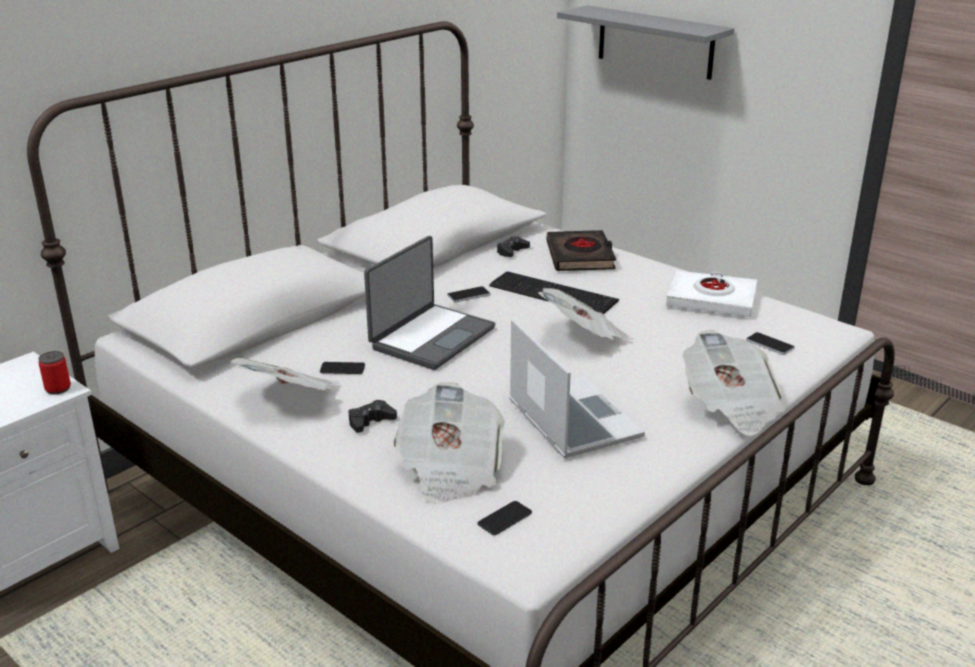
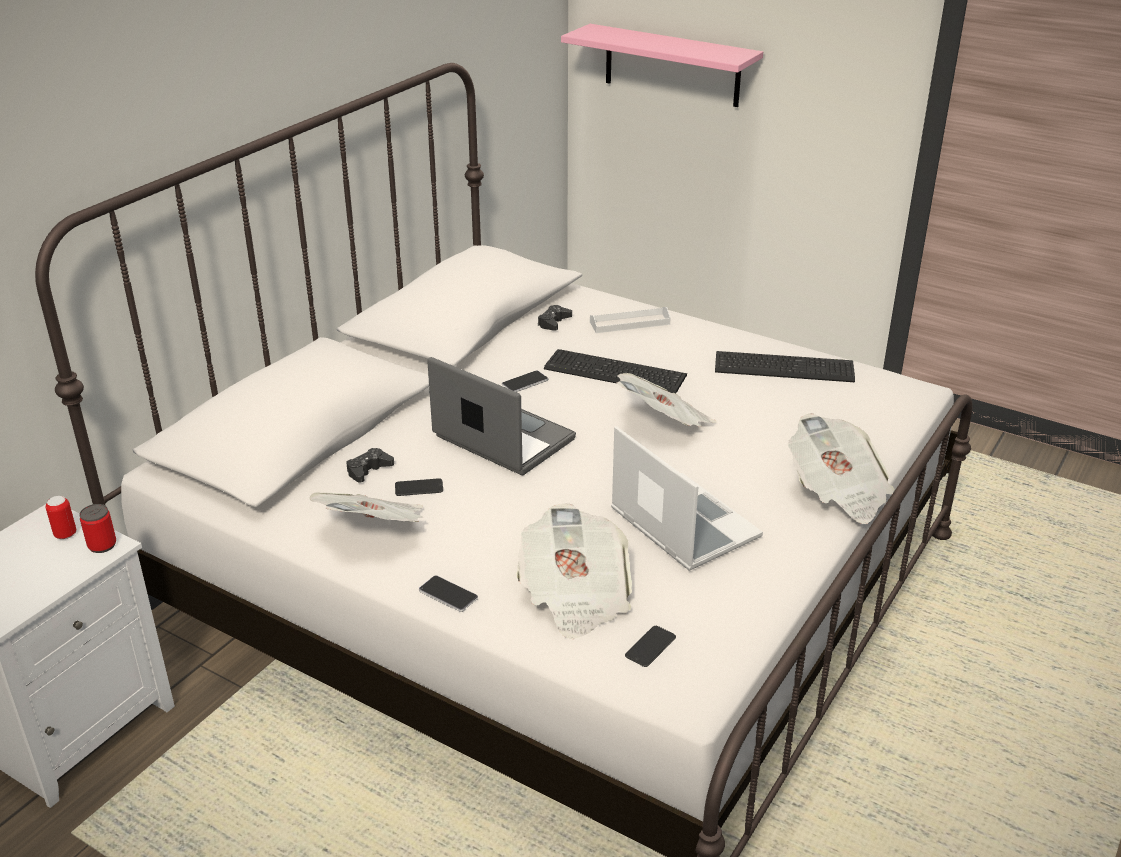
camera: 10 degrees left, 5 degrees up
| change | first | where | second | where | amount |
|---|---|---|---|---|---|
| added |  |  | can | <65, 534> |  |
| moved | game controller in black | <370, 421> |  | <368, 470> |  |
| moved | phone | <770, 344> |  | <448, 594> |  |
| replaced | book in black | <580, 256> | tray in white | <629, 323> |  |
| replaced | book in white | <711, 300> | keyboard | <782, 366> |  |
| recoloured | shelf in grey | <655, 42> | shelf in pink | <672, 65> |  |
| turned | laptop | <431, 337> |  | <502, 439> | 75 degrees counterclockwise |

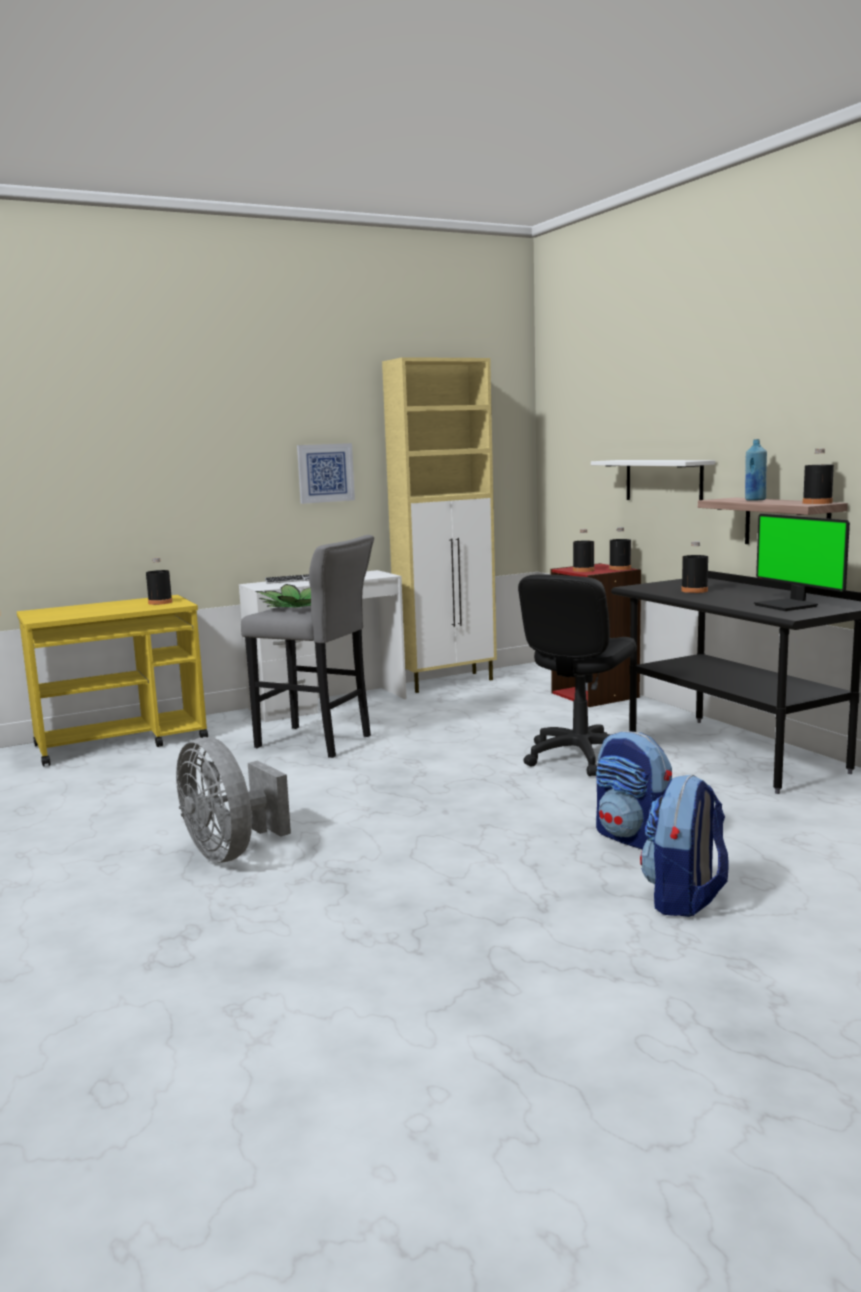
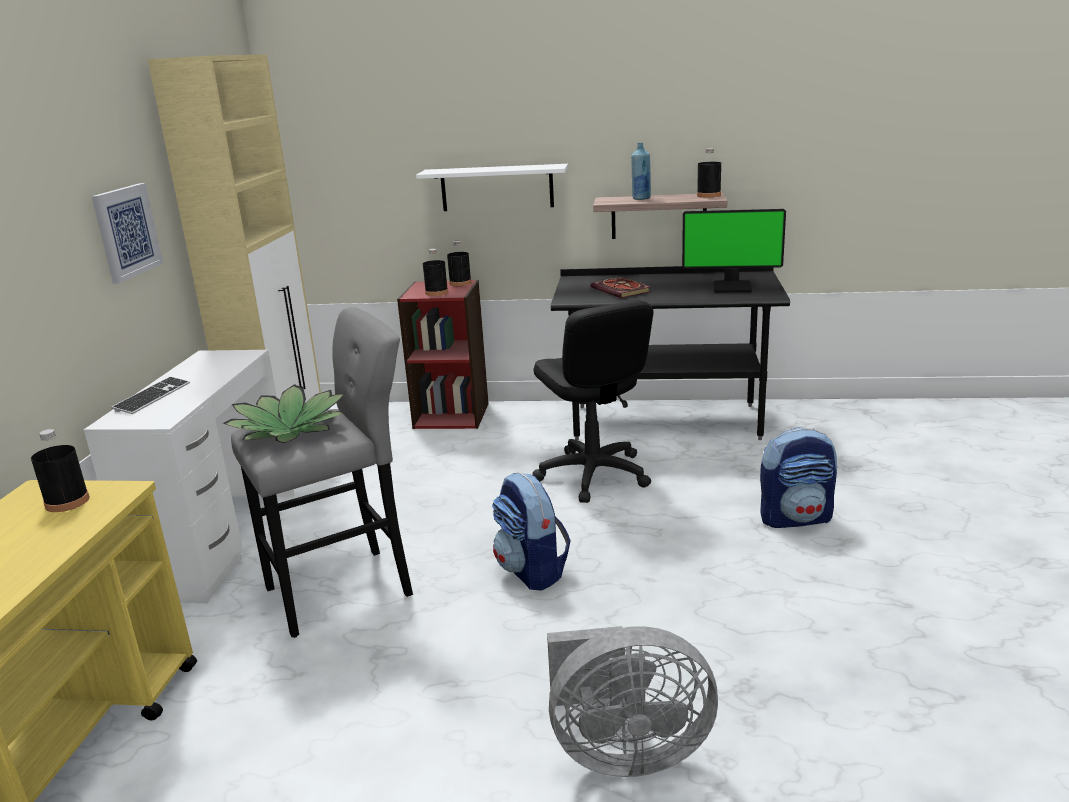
camera: 55 degrees left, 10 degrees up
| change | first | where | second | where | amount |
|---|---|---|---|---|---|
| moved | backpack | <684, 899> |  | <532, 571> |  |
| replaced | bottle in black | <694, 590> | book | <622, 290> |  |

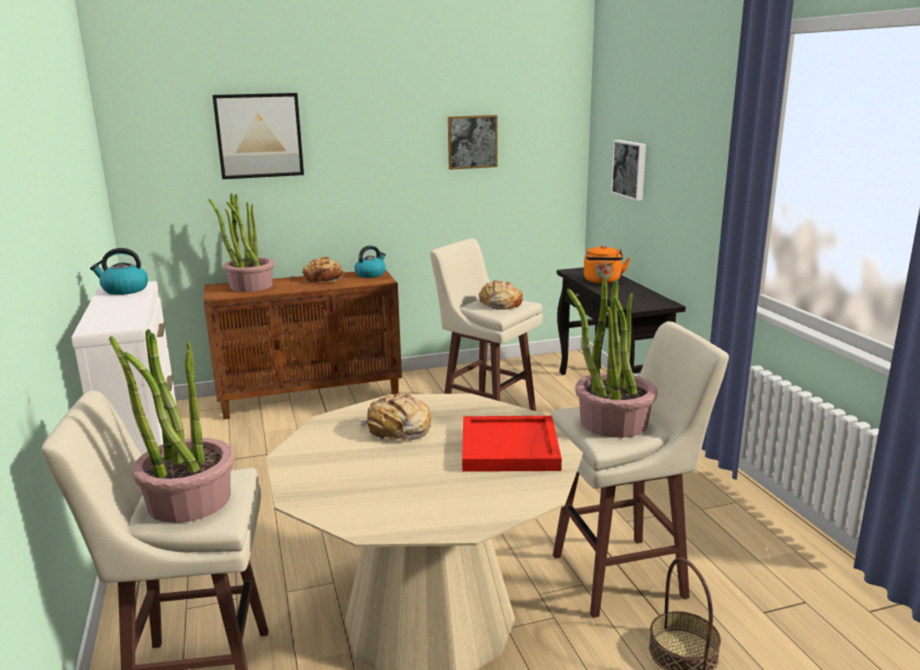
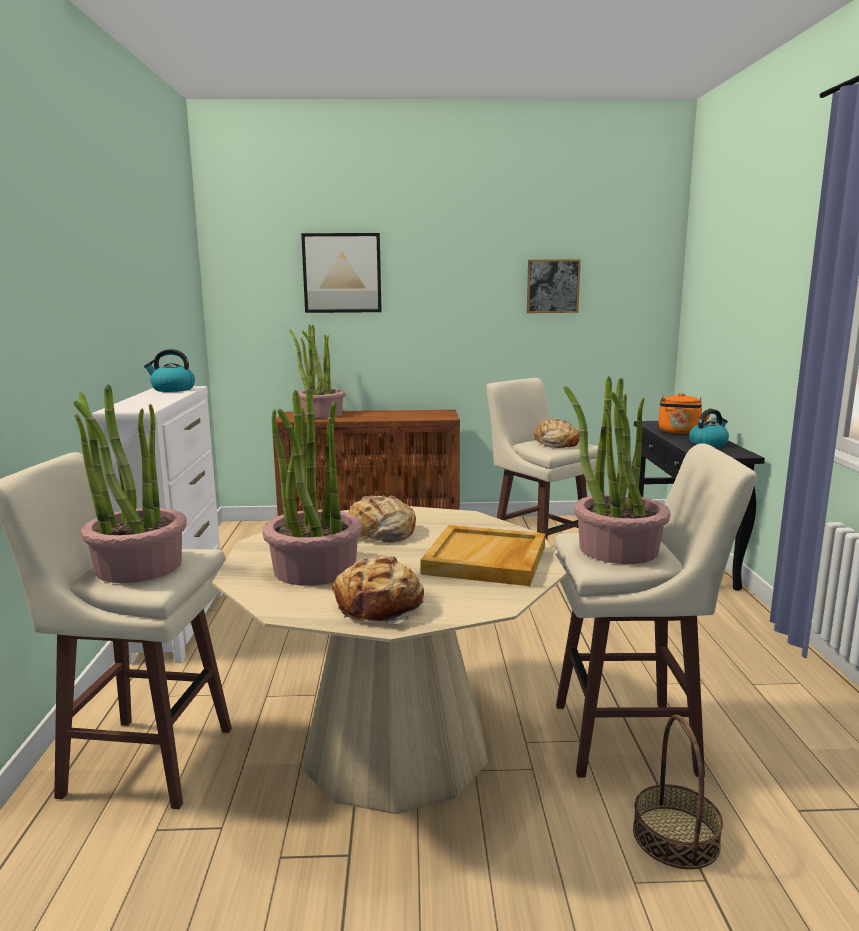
camera: 15 degrees right, 5 degrees down
| change | first | where | second | where | amount |
|---|---|---|---|---|---|
| removed | picture | <630, 169> |  |  |  |
| added |  |  | potted plant | <314, 569> |  |
| moved | bread | <324, 279> |  | <380, 606> |  |
| moved | kettle | <371, 274> |  | <708, 444> |  |
| recoloured | tray in red | <510, 448> | tray in beige | <486, 560> |  |

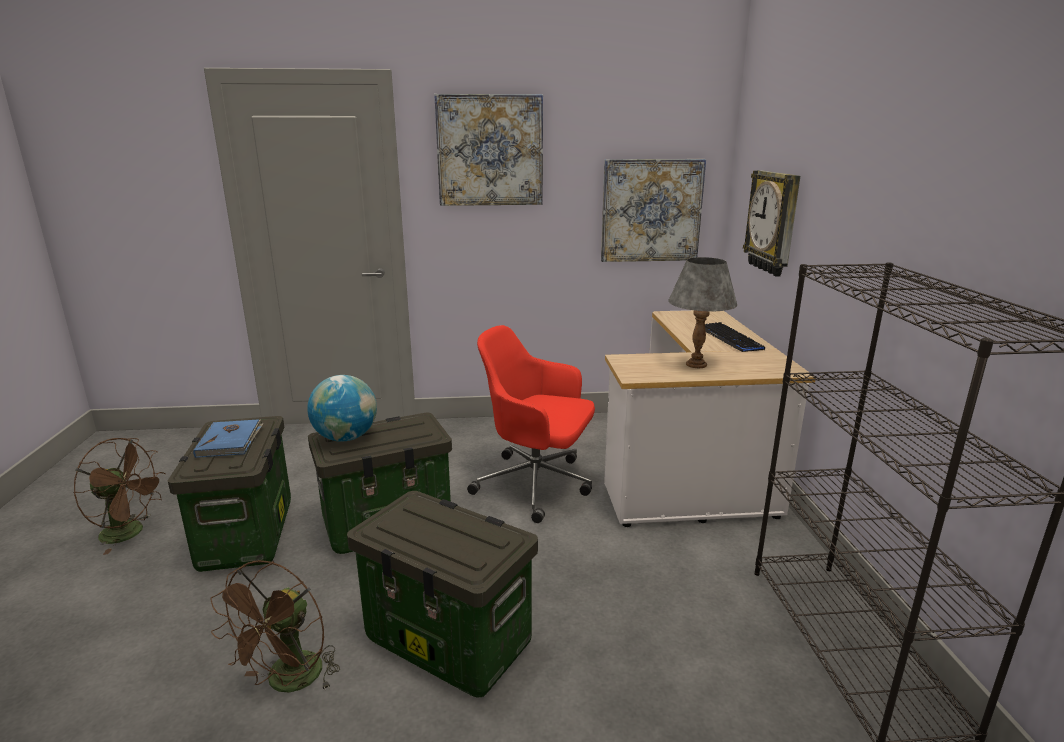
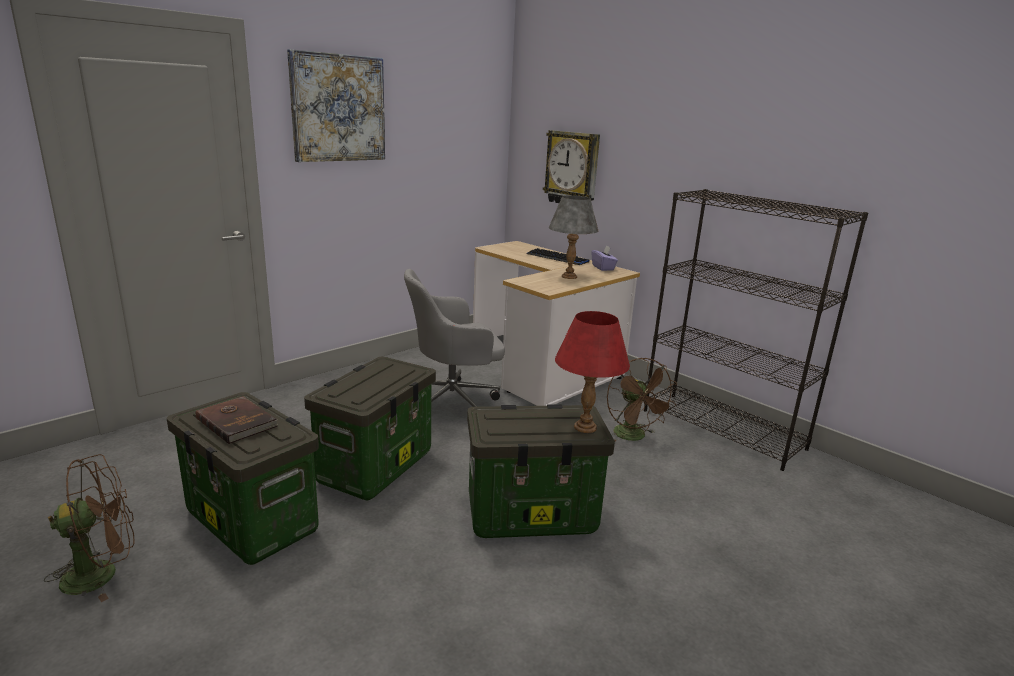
camera: 40 degrees left, 0 degrees up
| change | first | where | second | where | amount |
|---|---|---|---|---|---|
| removed | globe | <346, 437> |  |  |  |
| removed | picture | <651, 210> |  |  |  |
| added |  |  | table lamp in red | <585, 427> |  |
| added |  |  | tissue box in purple | <603, 268> |  |
| moved | fan in brown | <289, 683> |  | <634, 437> |  |
| recoloured | book in blue | <230, 441> | book in brown | <237, 422> |  |
| recoloured | office chair in red | <536, 484> | office chair in grey | <453, 403> |  |

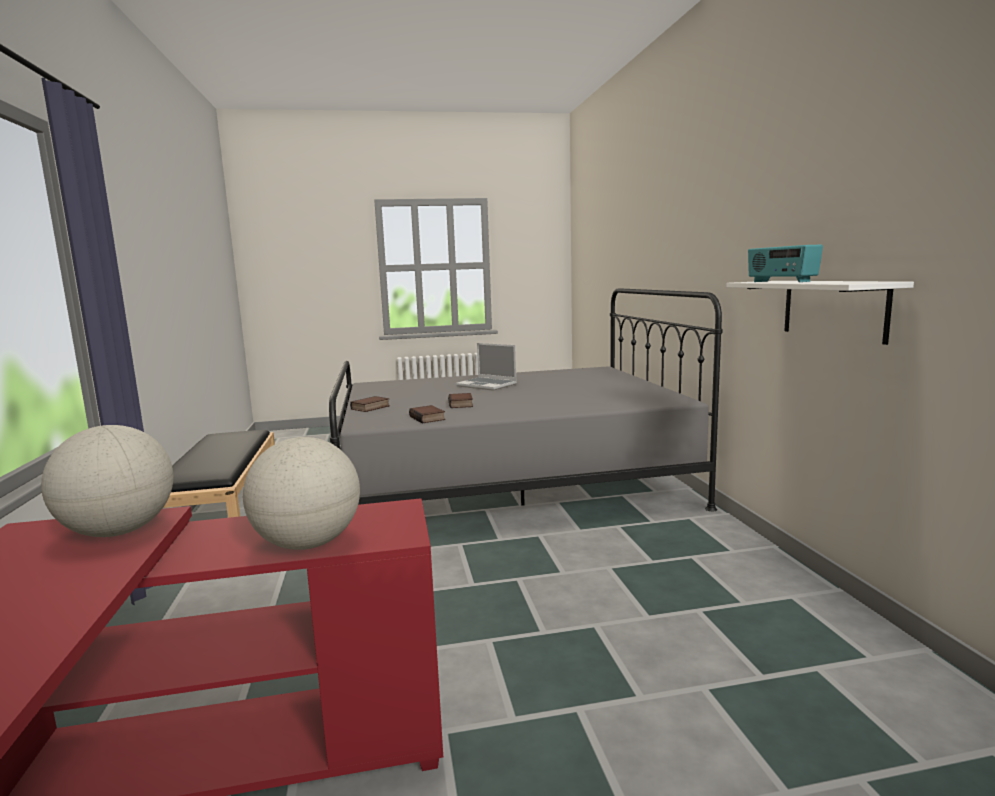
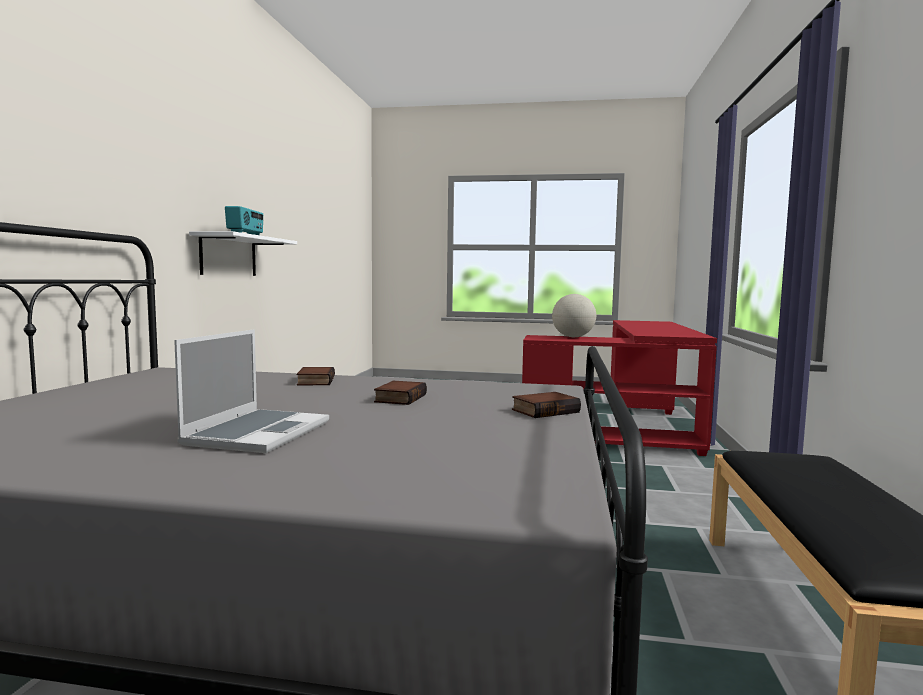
camera: 160 degrees left, 5 degrees down
| change | first | where | second | where | amount |
|---|---|---|---|---|---|
| removed | globe | <119, 532> |  |  |  |
| moved | book | <428, 418> |  | <314, 381> |  |
| turned | laptop | <487, 385> |  | <258, 433> | 45 degrees clockwise |

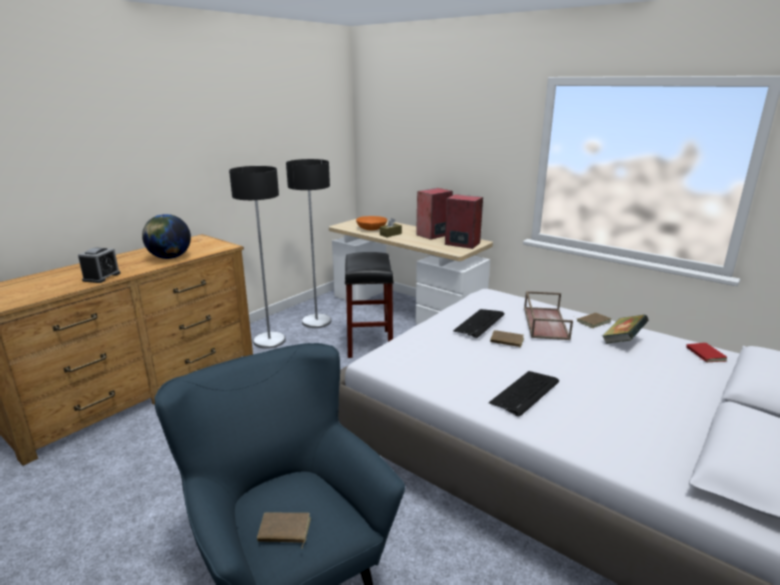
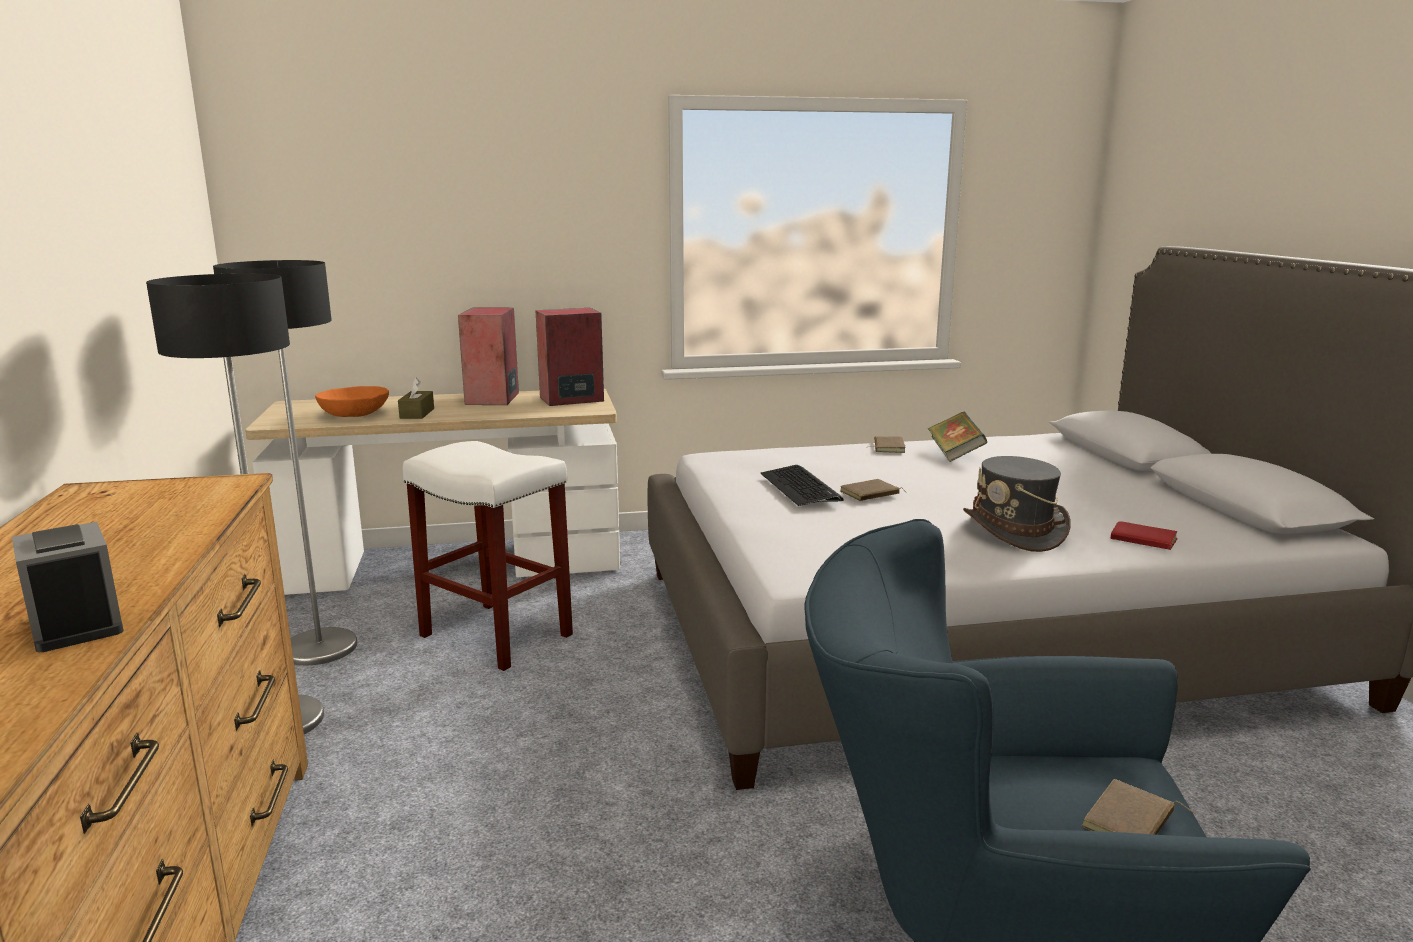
camera: 50 degrees left, 5 degrees down
| change | first | where | second | where | amount |
|---|---|---|---|---|---|
| removed | globe | <170, 257> |  |  |  |
| removed | tray in brown | <544, 322> |  |  |  |
| moved | book in red | <704, 354> |  | <1142, 540> |  |
| replaced | keyboard | <525, 393> | hat in grey | <1014, 531> |  |
| recoloured | stool in black | <369, 343> | stool in white | <494, 635> |  |

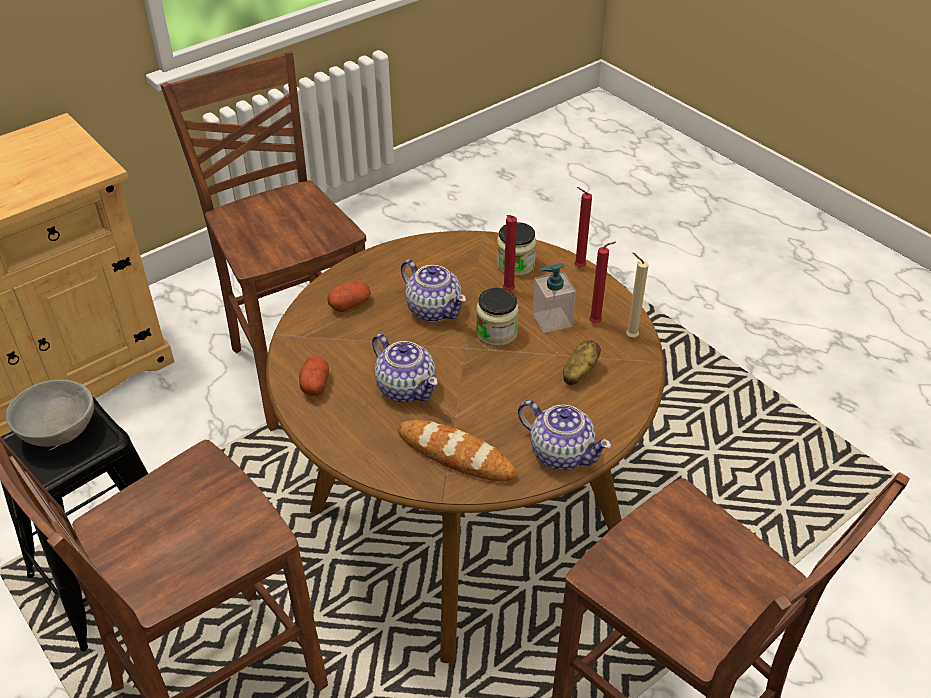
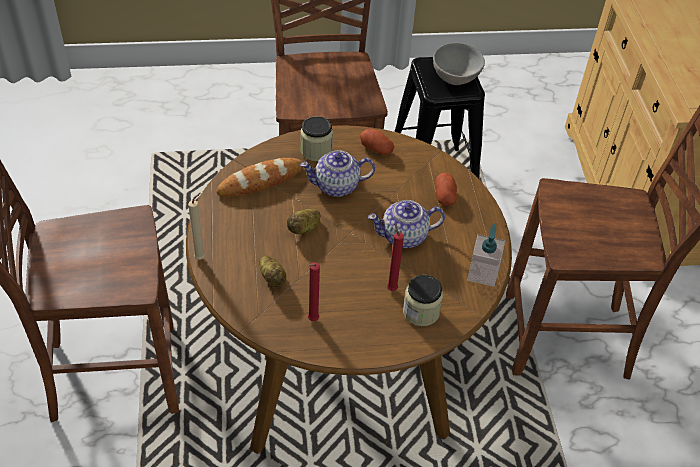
camera: 120 degrees right, 5 degrees up
| change | first | where | second | where | amount |
|---|---|---|---|---|---|
| removed | teapot | <561, 452> |  |  |  |
| removed | candle in red | <577, 267> |  |  |  |
| added |  |  | potato | <304, 229> |  |
| moved | jar | <496, 333> |  | <316, 151> |  |
| moved | soap dispenser | <552, 320> |  | <482, 273> |  |
| moved | candle in beige | <629, 336> |  | <201, 257> |  |

